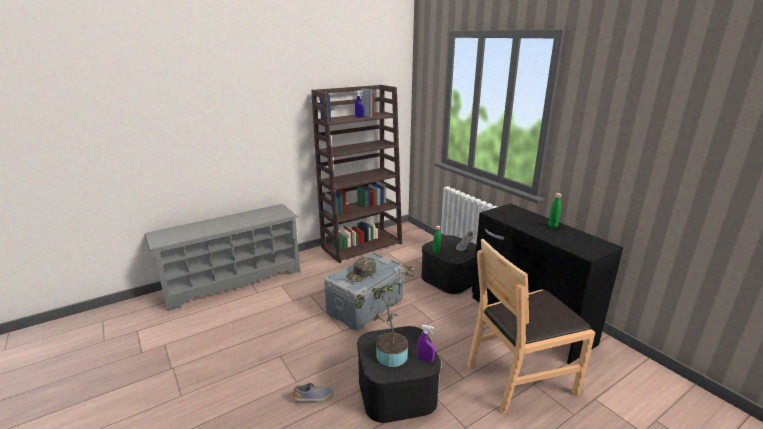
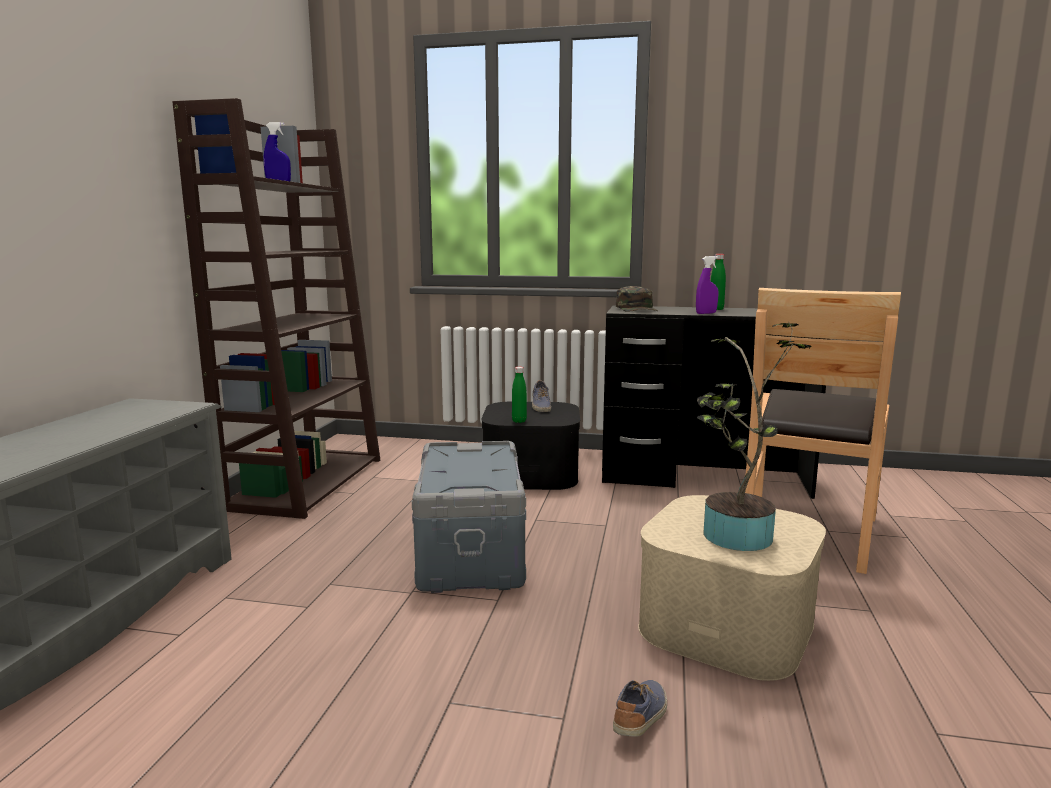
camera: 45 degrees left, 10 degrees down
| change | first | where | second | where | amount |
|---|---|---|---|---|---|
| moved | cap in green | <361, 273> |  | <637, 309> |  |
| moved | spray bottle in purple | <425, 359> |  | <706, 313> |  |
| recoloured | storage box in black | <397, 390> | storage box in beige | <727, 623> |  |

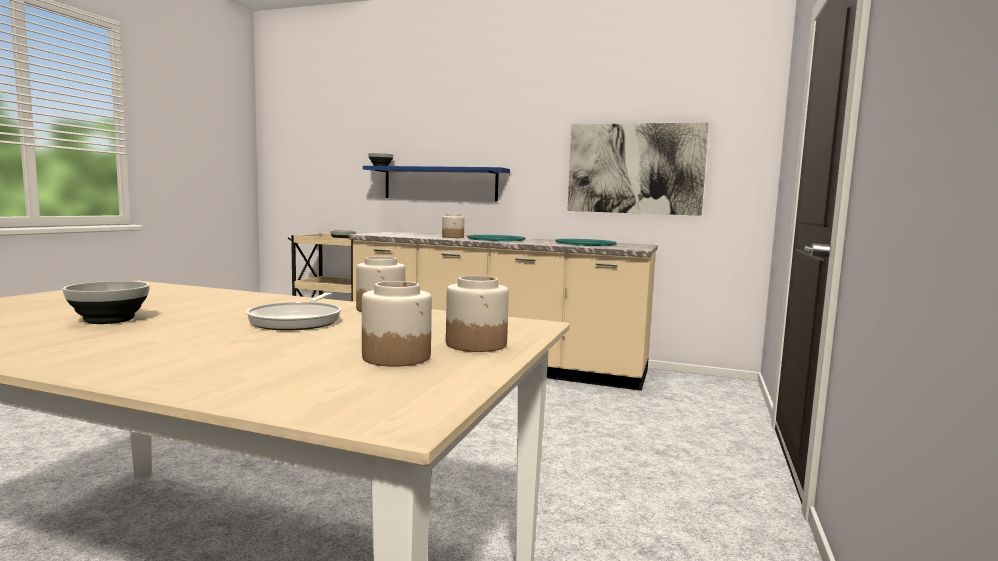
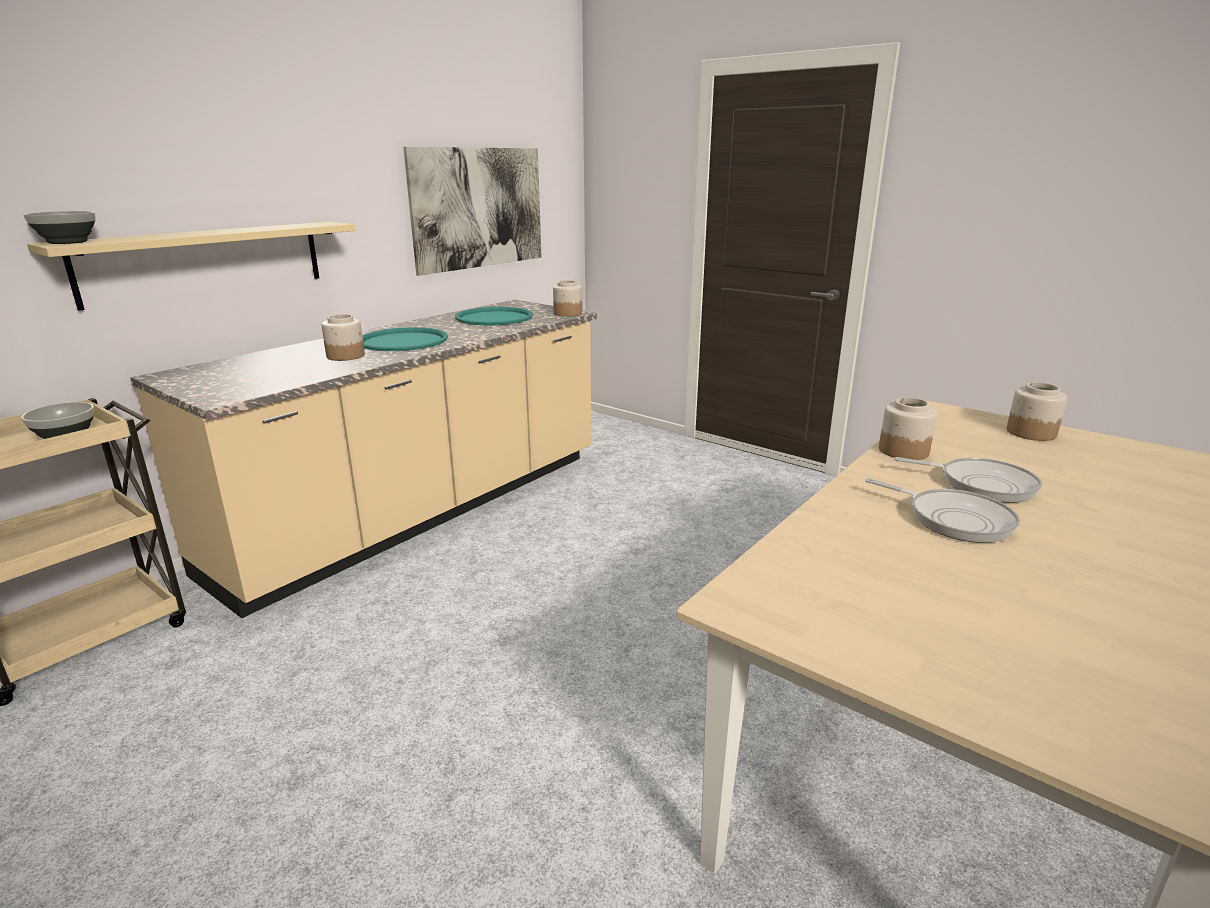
camera: 70 degrees left, 15 degrees up
| change | first | where | second | where | amount |
|---|---|---|---|---|---|
| removed | bowl | <109, 320> |  |  |  |
| added |  |  | frying pan | <954, 519> |  |
| moved | jar | <397, 357> |  | <567, 313> |  |
| recoloured | shelf in blue | <440, 183> | shelf in beige | <205, 262> |  |

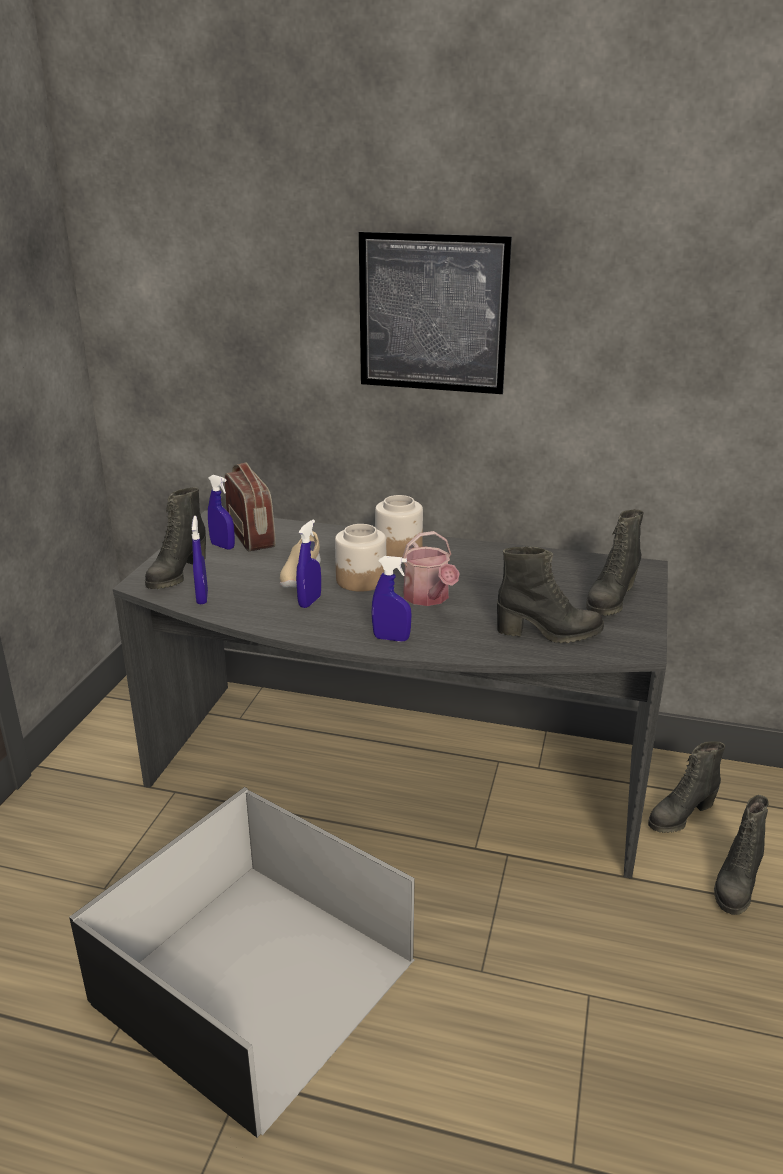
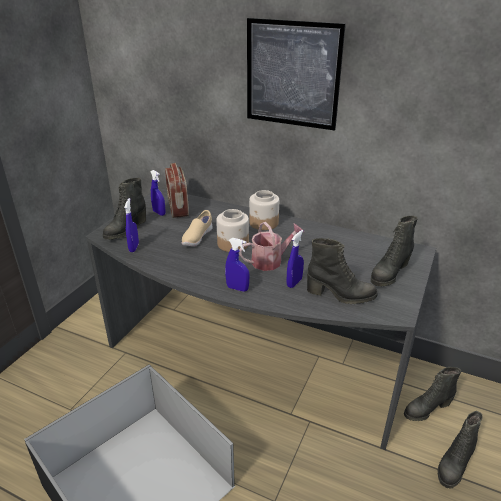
camera: 10 degrees right, 5 degrees up
| change | first | where | second | where | amount |
|---|---|---|---|---|---|
| moved | spray bottle in blue | <309, 602> |  | <294, 283> |  |
| turned | watering can | <428, 598> |  | <270, 261> | 105 degrees counterclockwise |

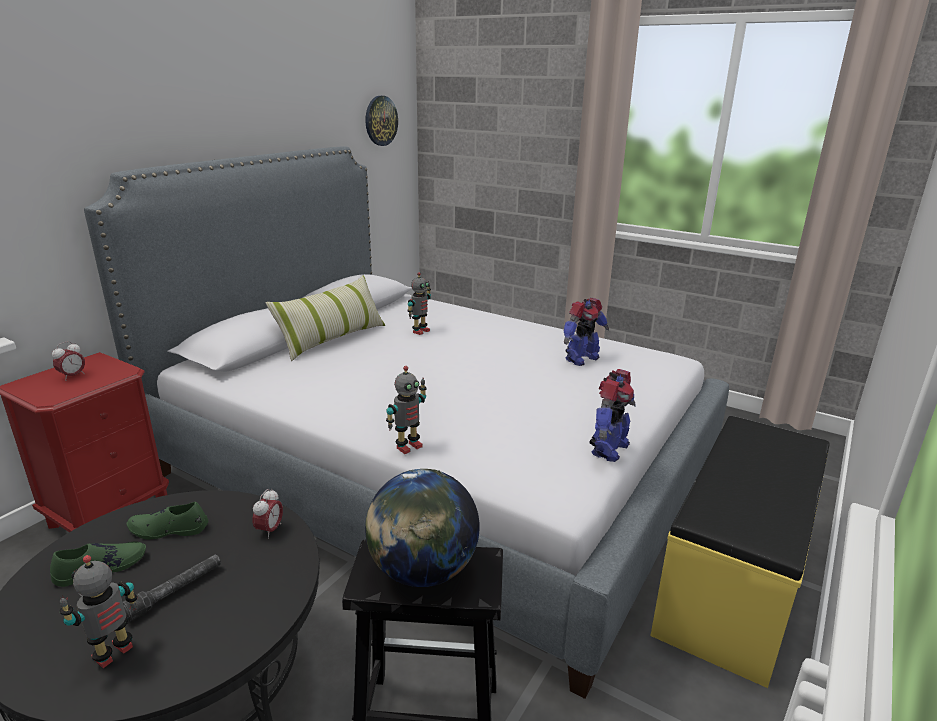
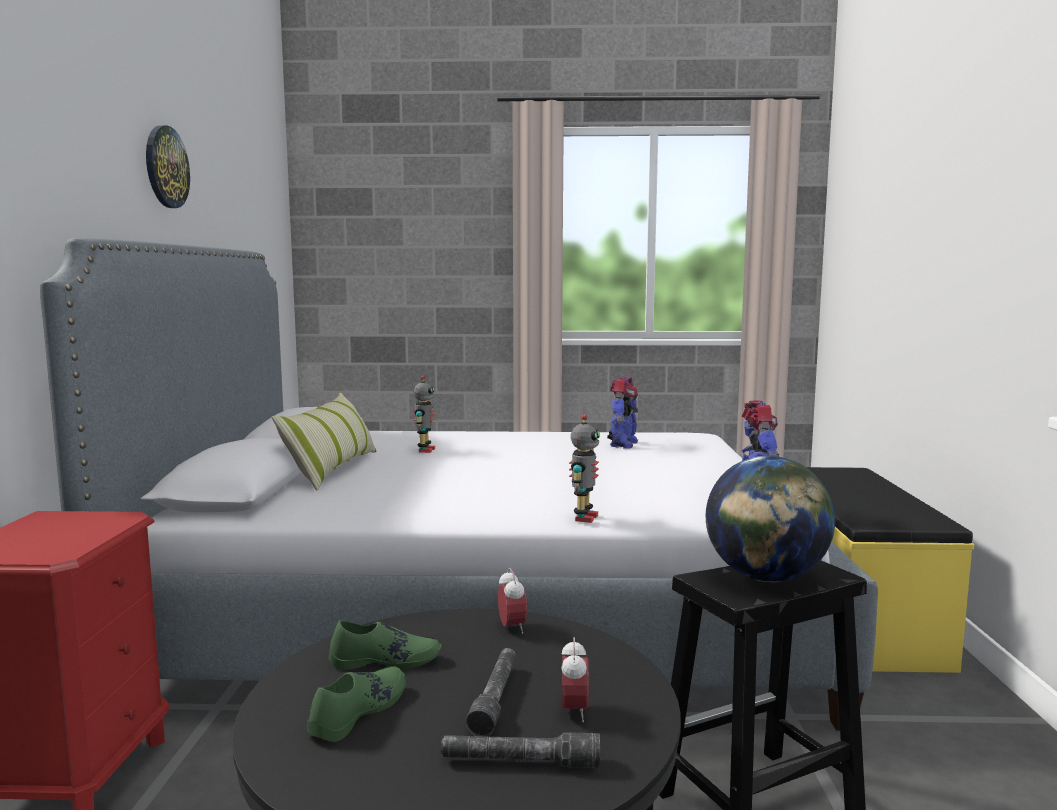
camera: 30 degrees left, 15 degrees down
| change | first | where | second | where | amount |
|---|---|---|---|---|---|
| moved | alarm clock | <73, 376> |  | <574, 711> |  |
| moved | wall clock | <380, 120> |  | <166, 167> |  |
| replaced | toy robot | <114, 654> | flashlight in grey | <520, 762> |  |
| turned | shoe in green | <168, 529> |  | <386, 660> | 150 degrees counterclockwise |

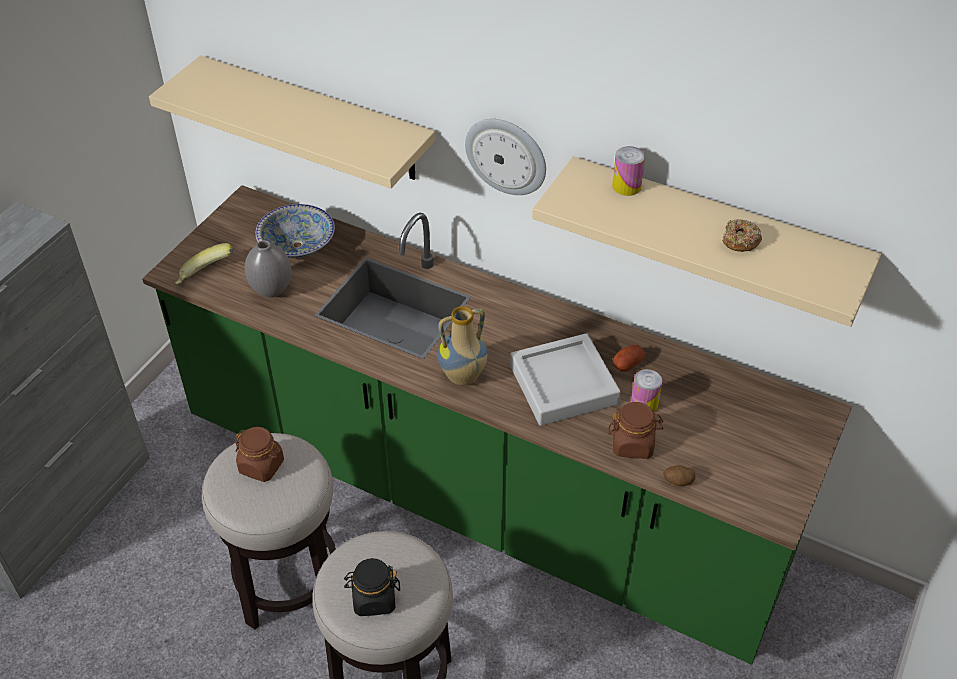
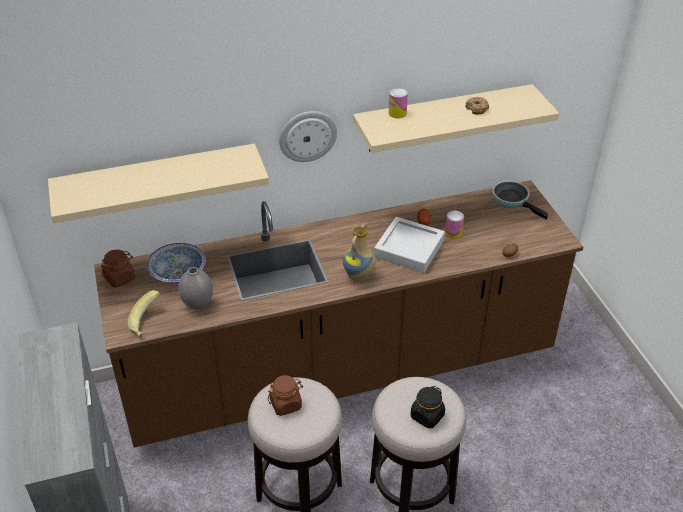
camera: 45 degrees left, 5 degrees down
| change | first | where | second | where | amount |
|---|---|---|---|---|---|
| added |  |  | frying pan | <513, 200> |  |
| moved | jar in brown | <633, 444> |  | <120, 278> |  |
| recoloured | counter in green | <478, 494> | counter in brown | <341, 372> |  |

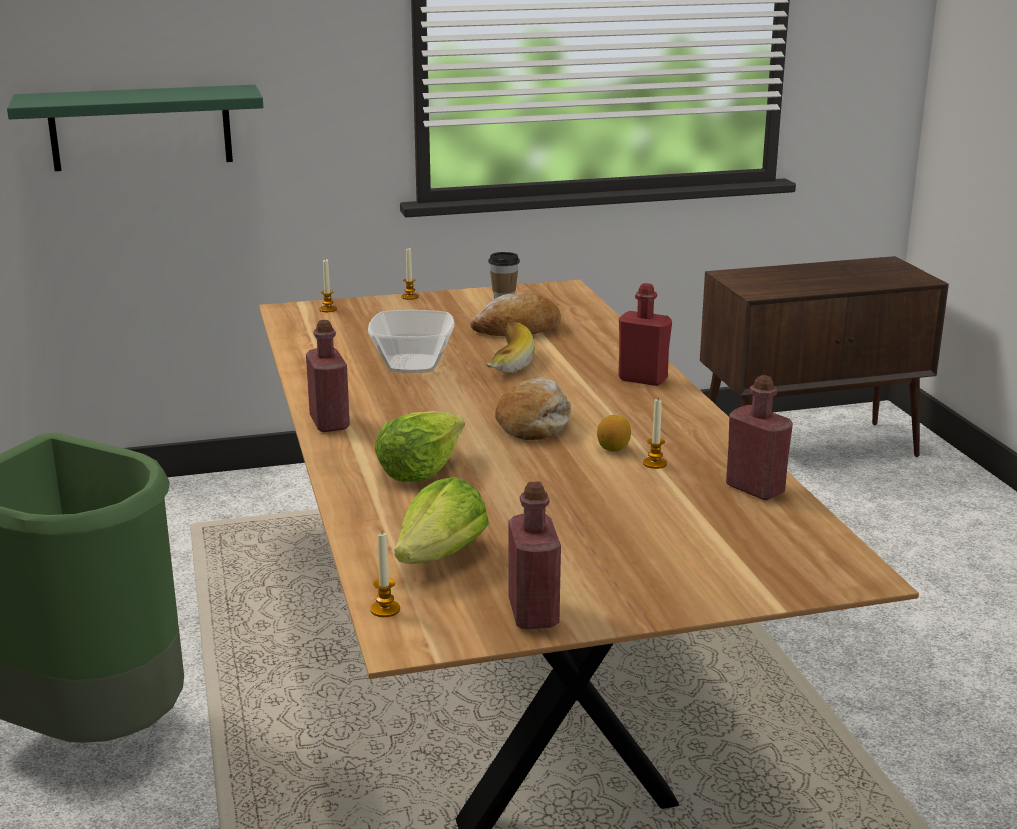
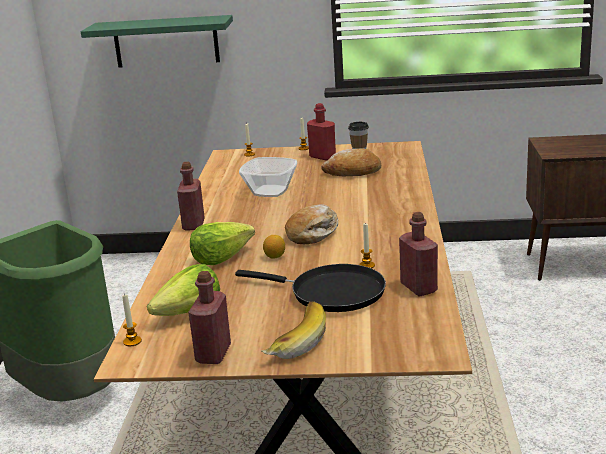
camera: 20 degrees right, 0 degrees up
| change | first | where | second | where | amount |
|---|---|---|---|---|---|
| added |  |  | frying pan in black | <331, 293> |  |
| moved | banana | <503, 362> |  | <294, 342> |  |
| moved | lemon | <613, 449> |  | <275, 257> |  |
| moved | bottle in red | <642, 379> |  | <322, 157> |  |

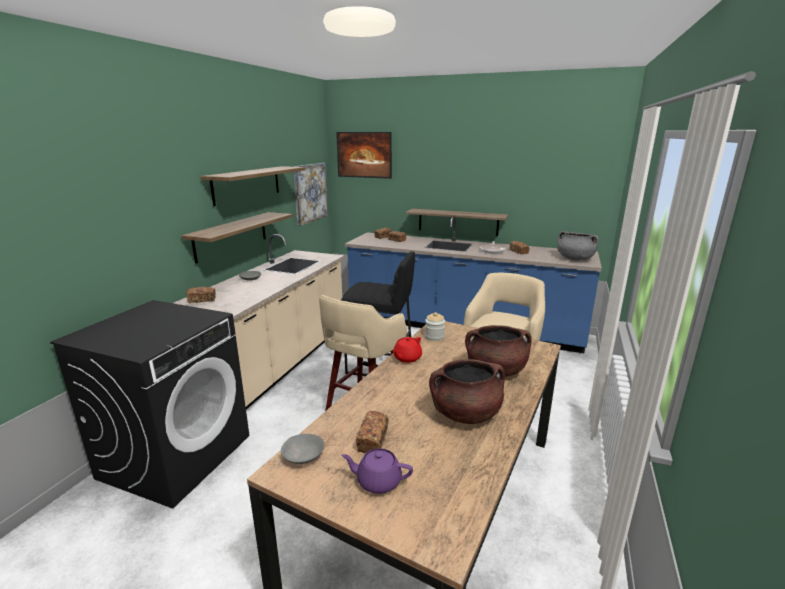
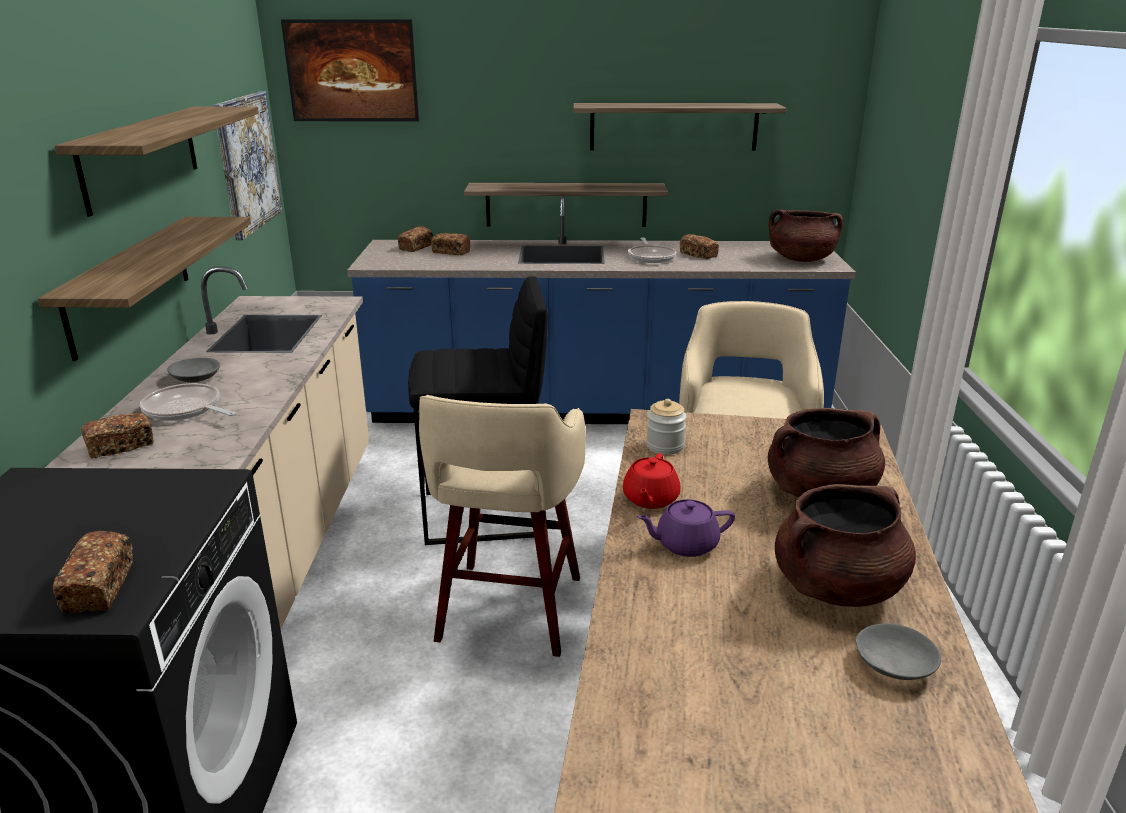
camera: 20 degrees left, 5 degrees up
| change | first | where | second | where | amount |
|---|---|---|---|---|---|
| added |  |  | frying pan | <185, 409> |  |
| added |  |  | shelf | <673, 126> |  |
| moved | bowl in grey | <303, 455> |  | <893, 664> |  |
| moved | teapot in purple | <378, 481> |  | <685, 544> |  |
| moved | bread | <373, 440> |  | <100, 587> |  |
| recoloured | cooking pot in grey | <574, 259> | cooking pot in brown | <801, 259> |  |

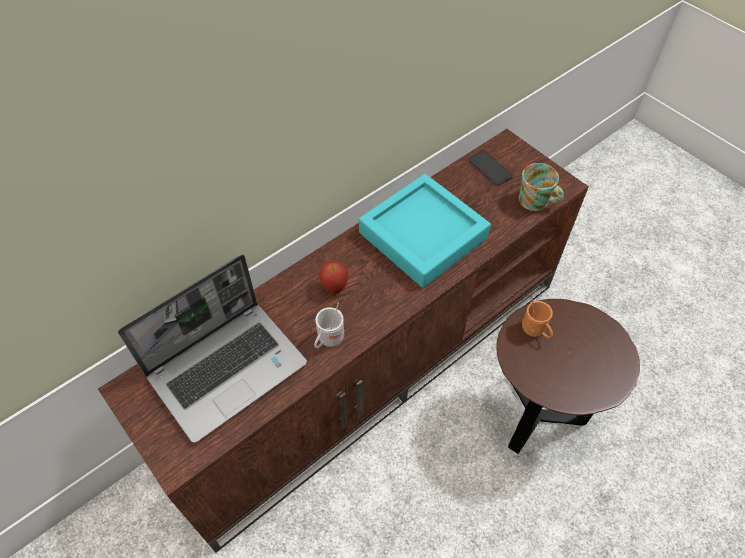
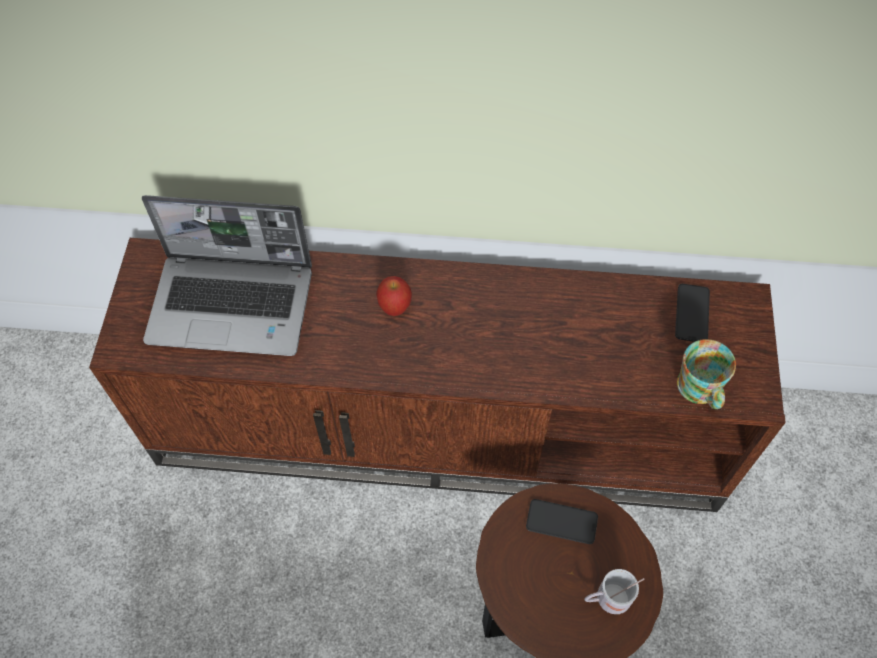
camera: 45 degrees right, 5 degrees up
| change | first | where | second | where | amount |
|---|---|---|---|---|---|
| removed | tray in turquoise | <423, 235> |  |  |  |
| moved | mug in white | <328, 340> |  | <607, 600> |  |
| replaced | mug in orange | <535, 331> | phone | <561, 521> |  |

